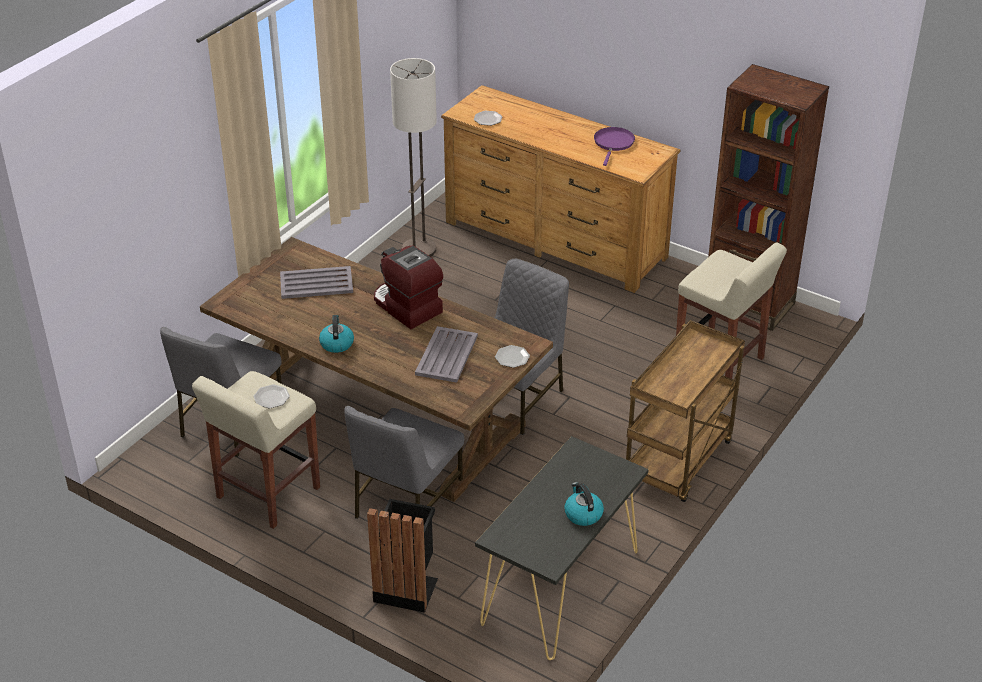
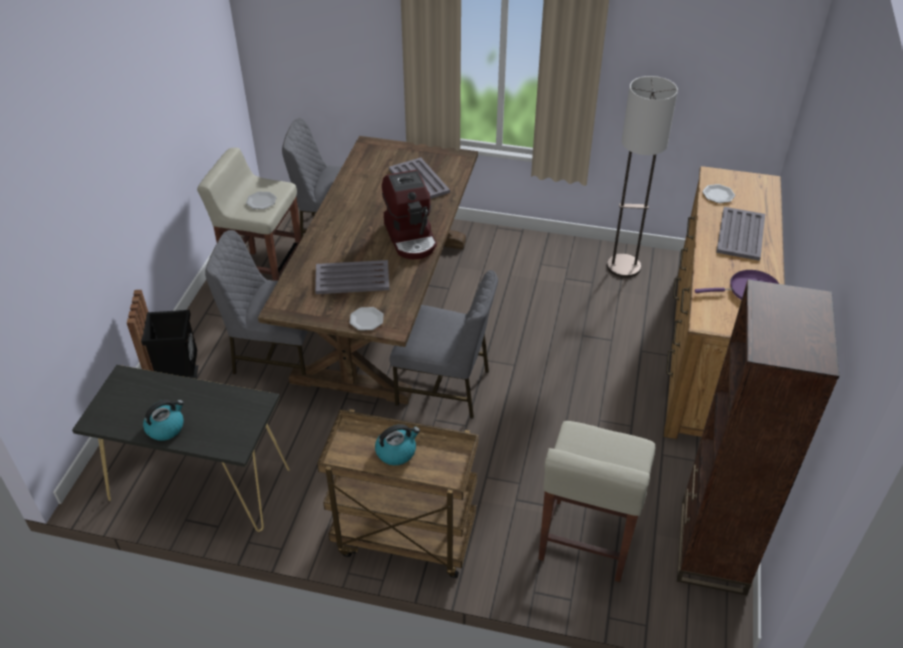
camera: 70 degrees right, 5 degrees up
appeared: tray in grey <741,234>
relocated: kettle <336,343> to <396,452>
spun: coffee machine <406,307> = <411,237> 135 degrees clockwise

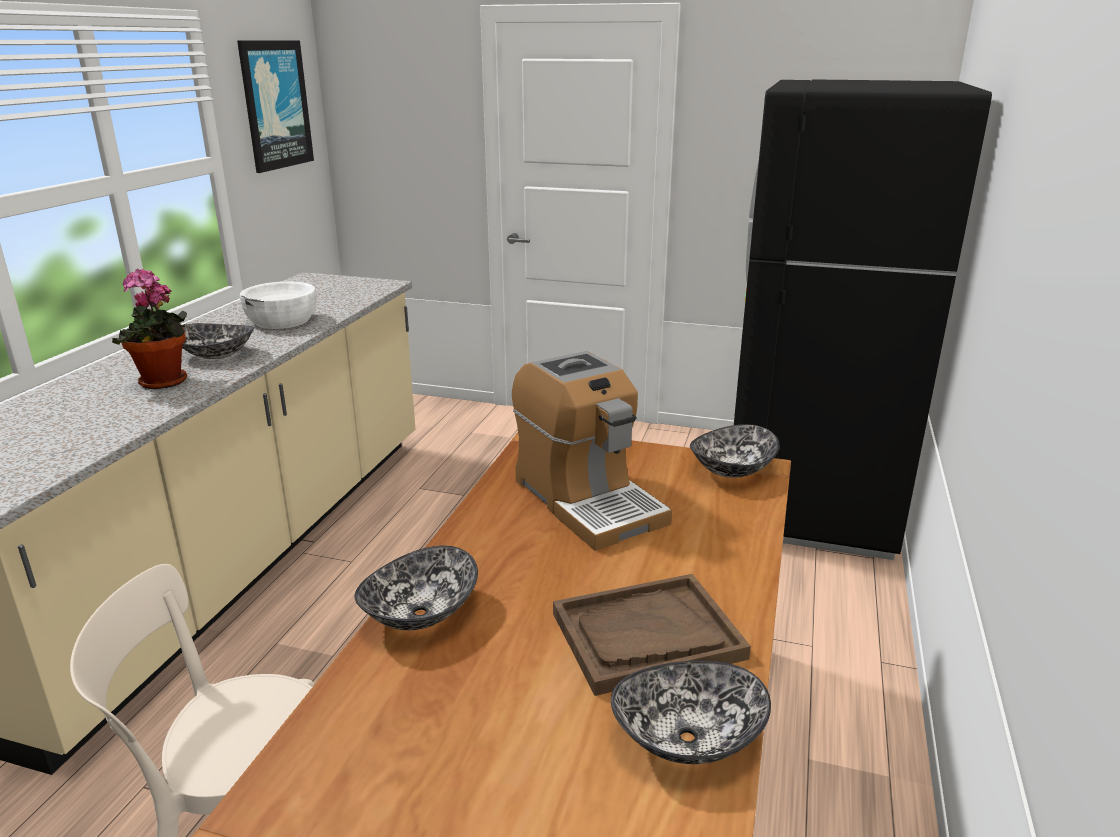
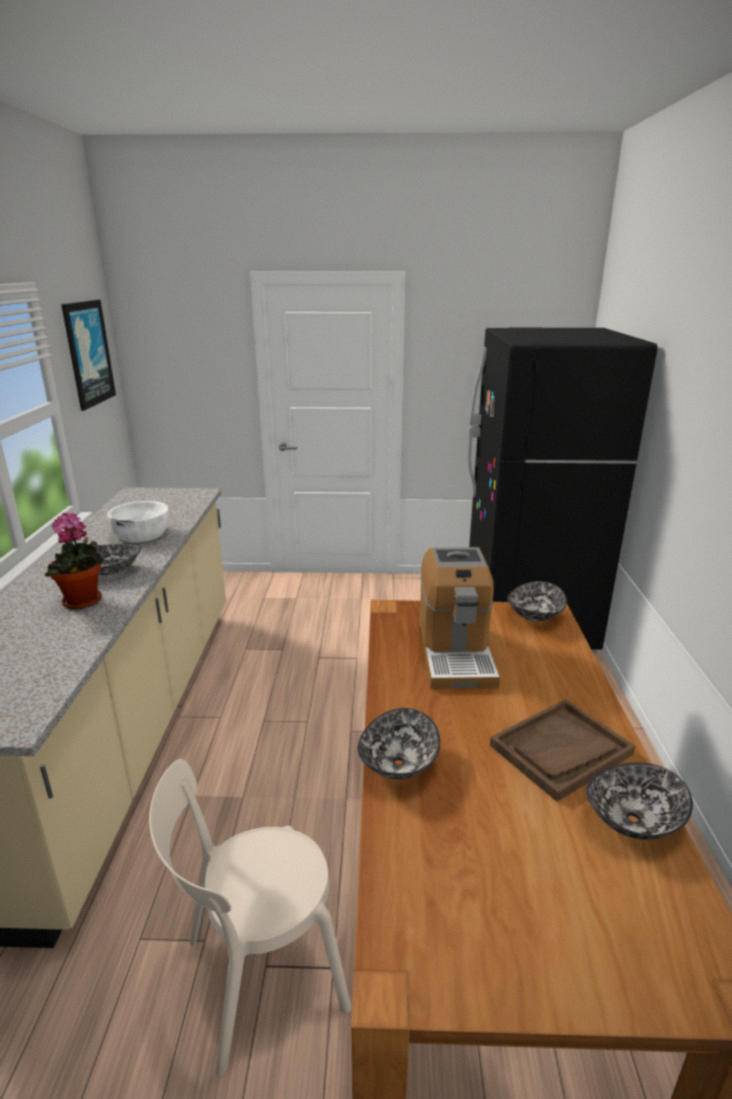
camera: 15 degrees left, 0 degrees up
spun: coffee machine <587,500> = <455,653> 45 degrees clockwise

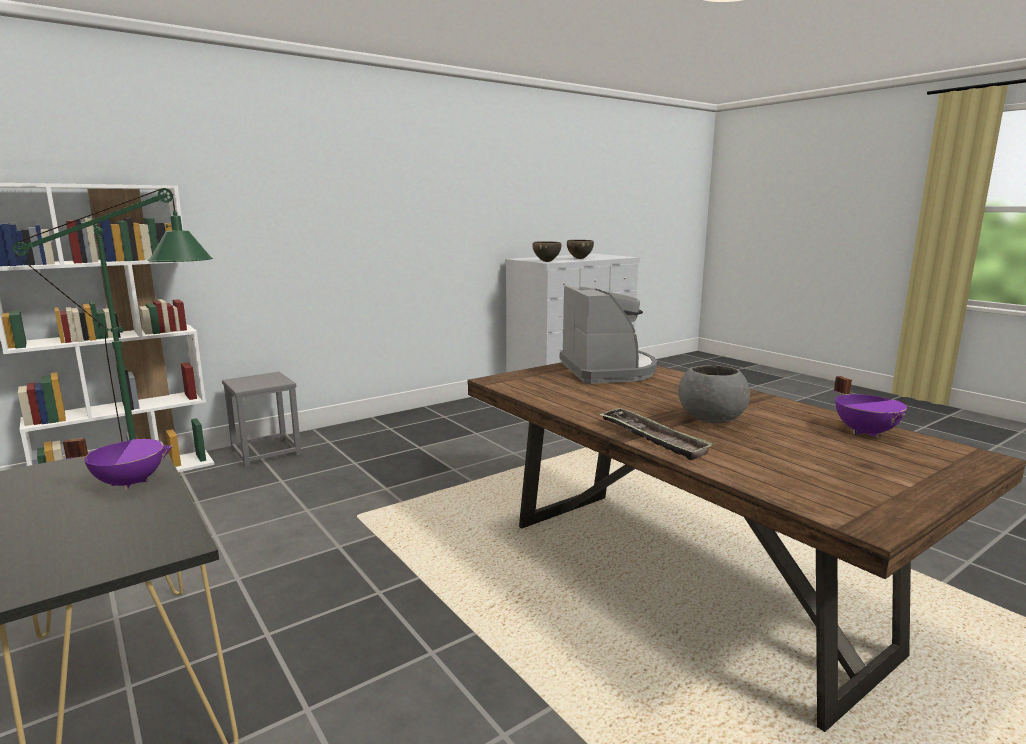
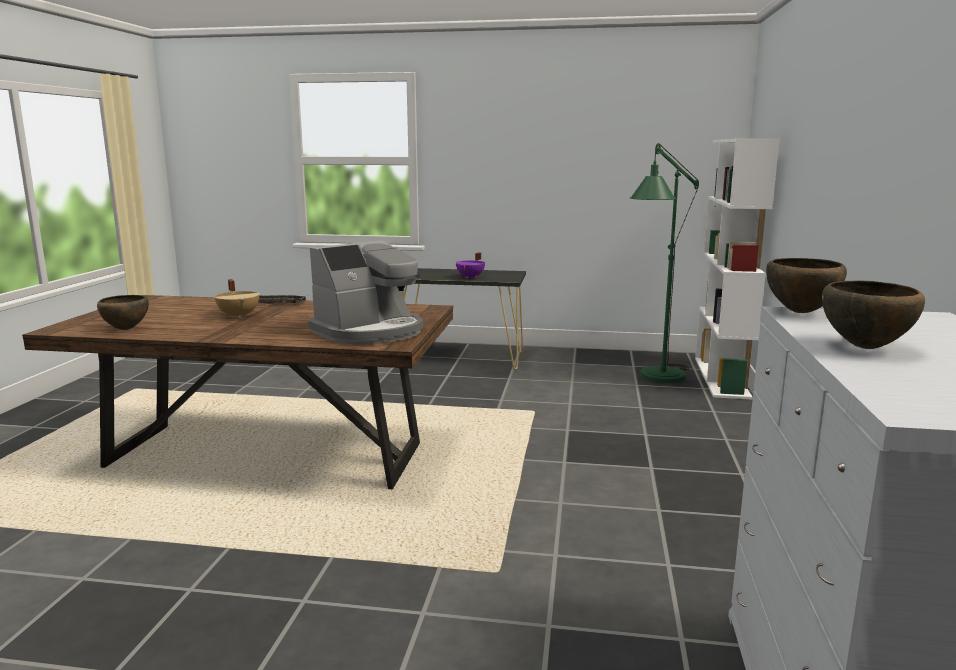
camera: 135 degrees right, 0 degrees up
missing: stool in grey <266,453>
exchanged: bowl in grey <710,421> to cooking pot in beige <239,316>; cooking pot in purple <866,432> to bowl in brown <126,329>
spun: coffee machine <608,370> = <370,332> 75 degrees counterclockwise

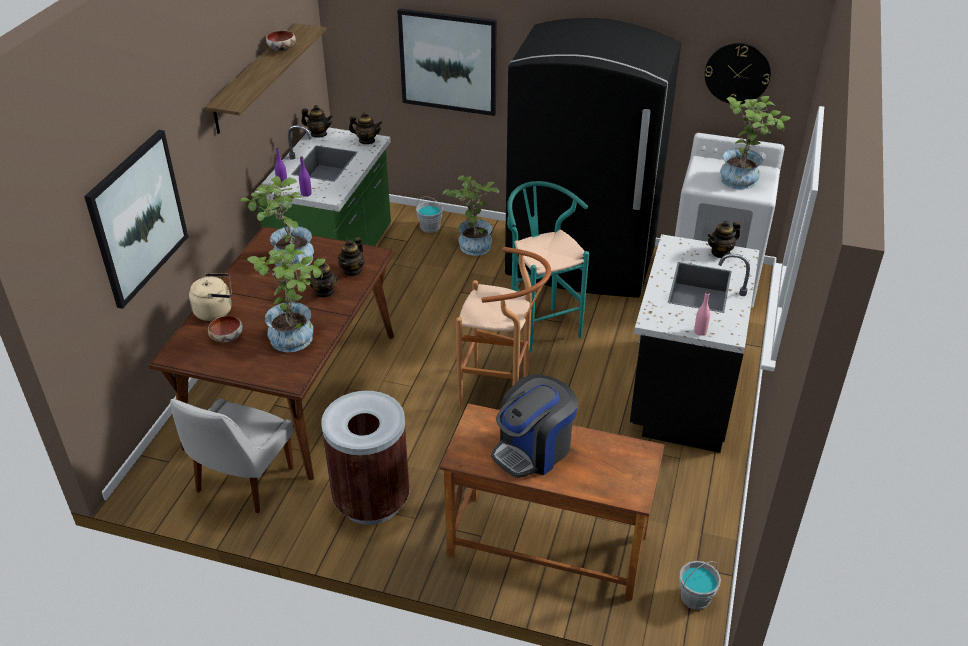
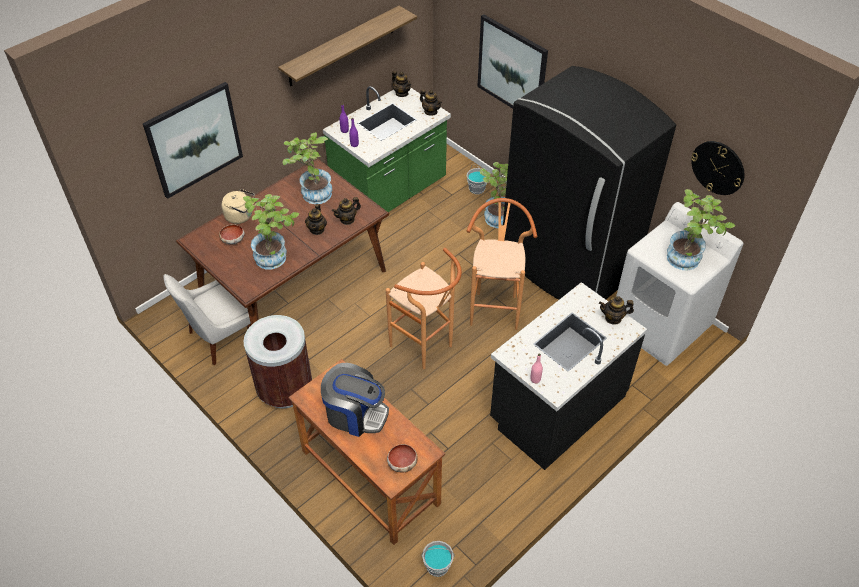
camera: 30 degrees right, 10 degrees up
relocated: bowl <282,49> to <402,463>
colour: stool in turquoise <541,325> to stool in brown <495,306>
spun: coffee machine <533,449> = <355,414> 150 degrees counterclockwise

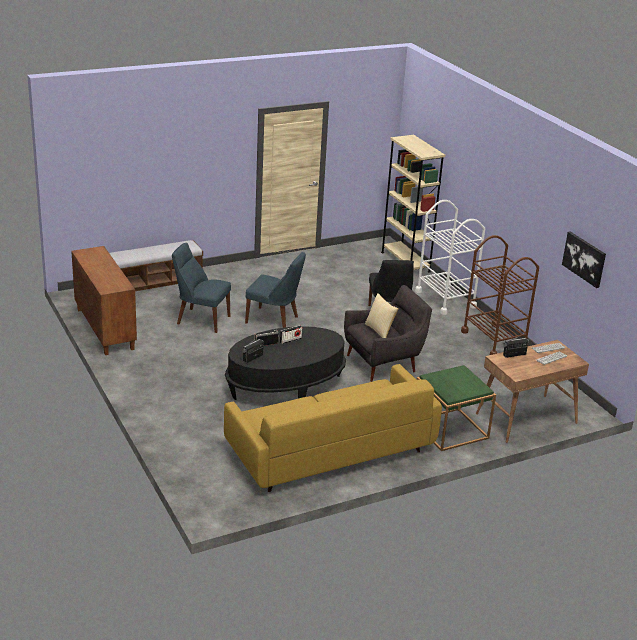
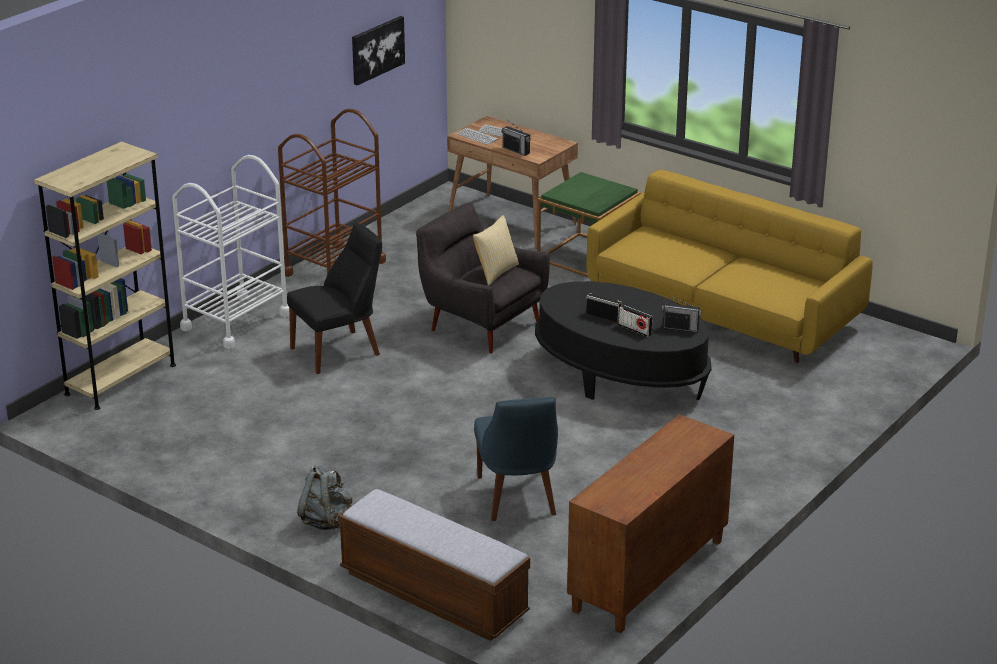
camera: 115 degrees left, 0 degrees up
missing: chair in blue <274,320>
appeared: backpack in grey <326,521>

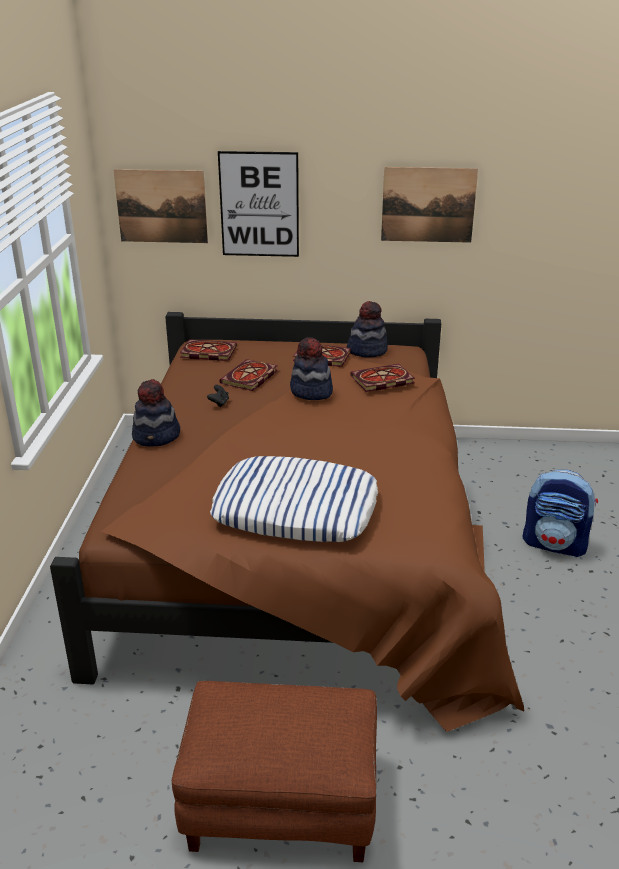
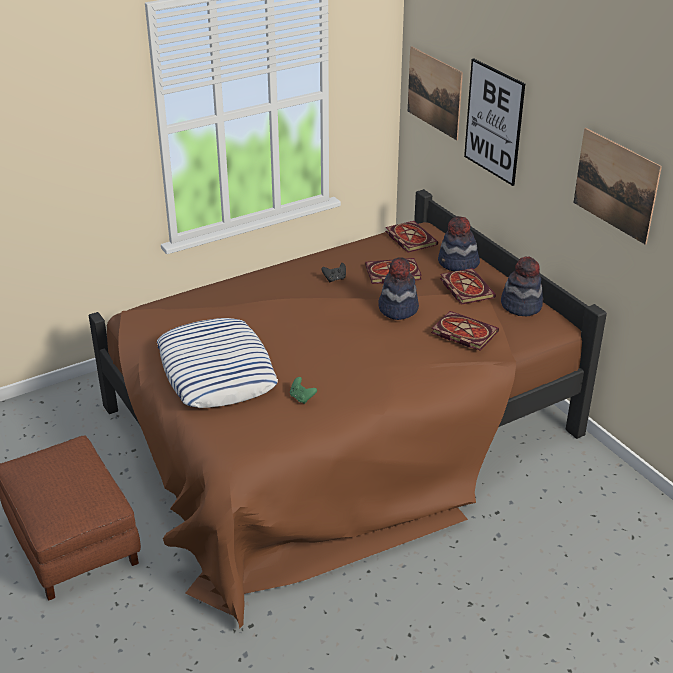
camera: 55 degrees right, 5 degrees up
missing: backpack <555,544>
appeared: game controller in green <302,398>
relocated: hat <157,436> to <458,264>

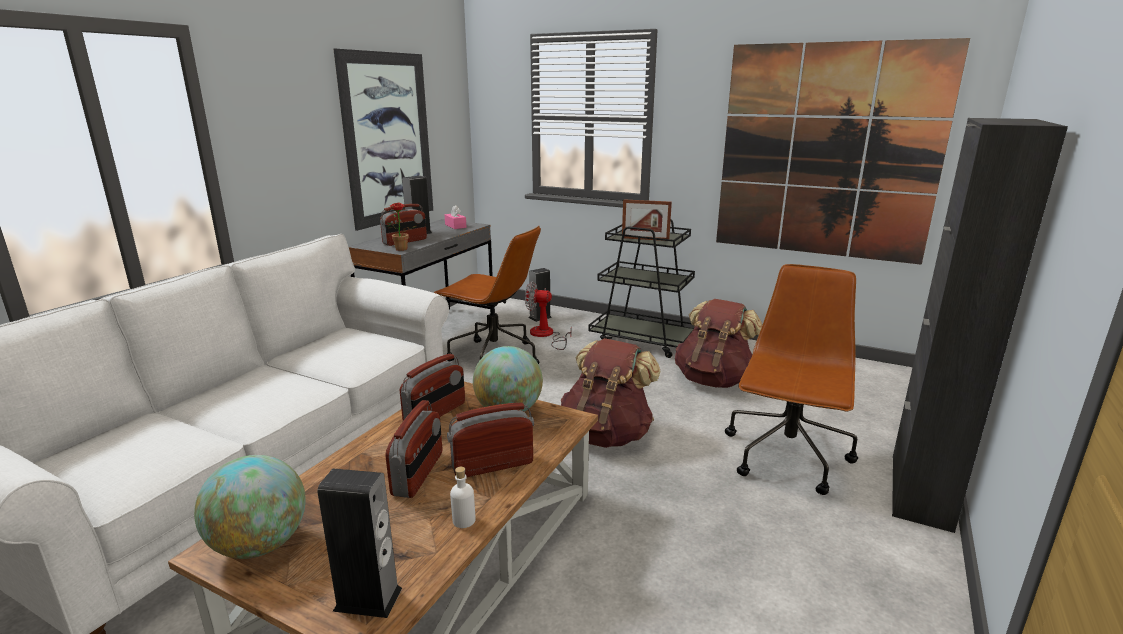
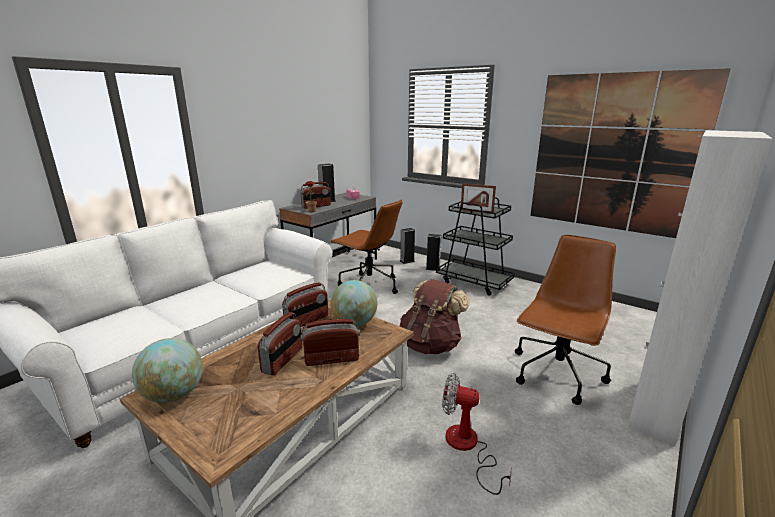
camera: 10 degrees right, 0 degrees up
missing: picture <388,139>; bottle in white <464,520>; backpack in brown <714,380>
relocated: speaker <368,599> to <433,268>; fan <545,335> to <467,447>
colour: cabinet in black <920,491> to cabinet in white <655,410>

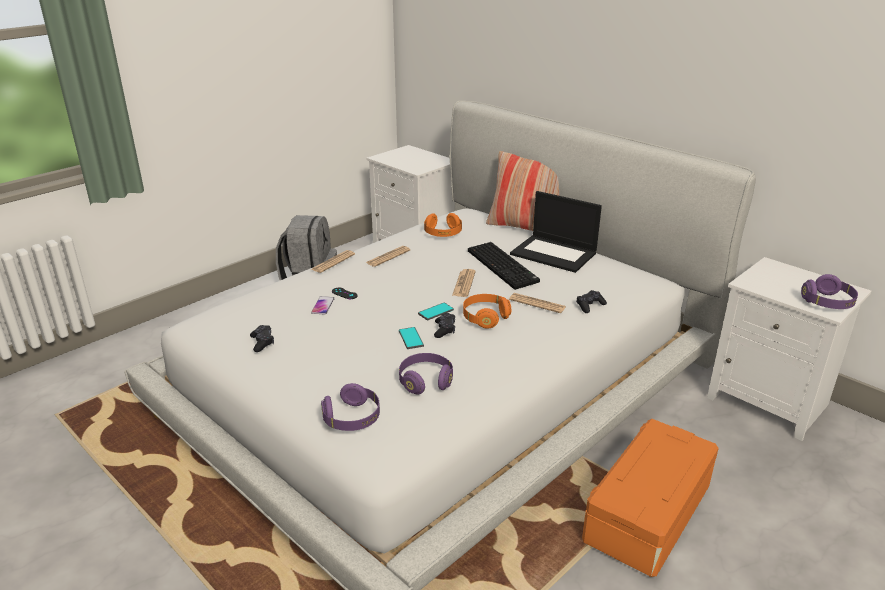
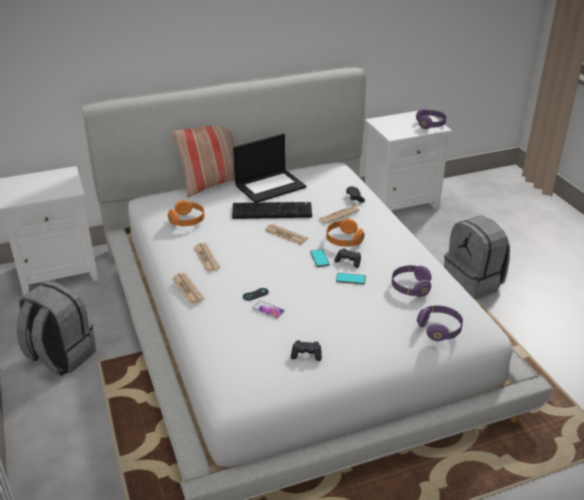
camera: 65 degrees left, 5 degrees up
exchanged: storage box in orange <649,515> to backpack in grey <473,283>

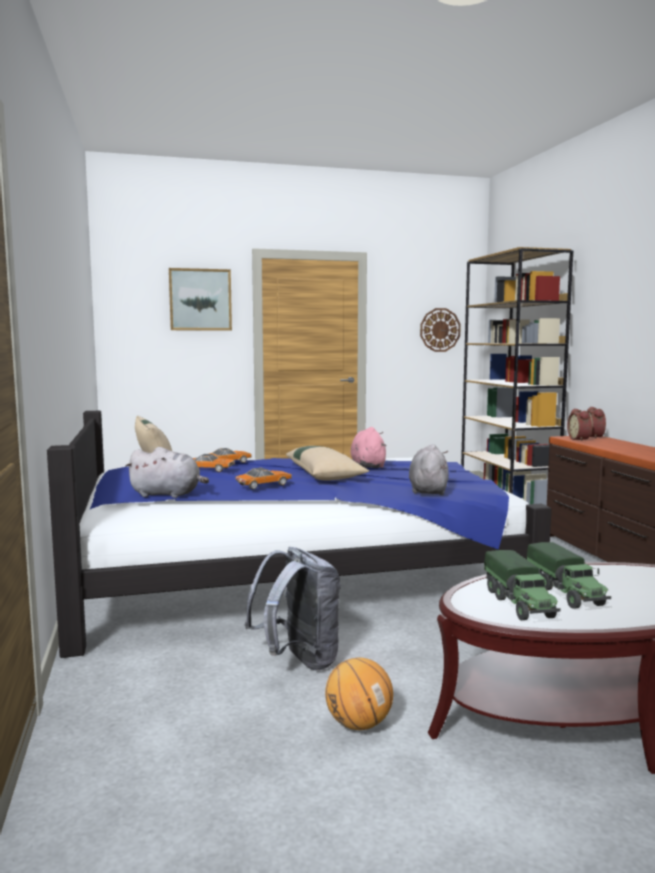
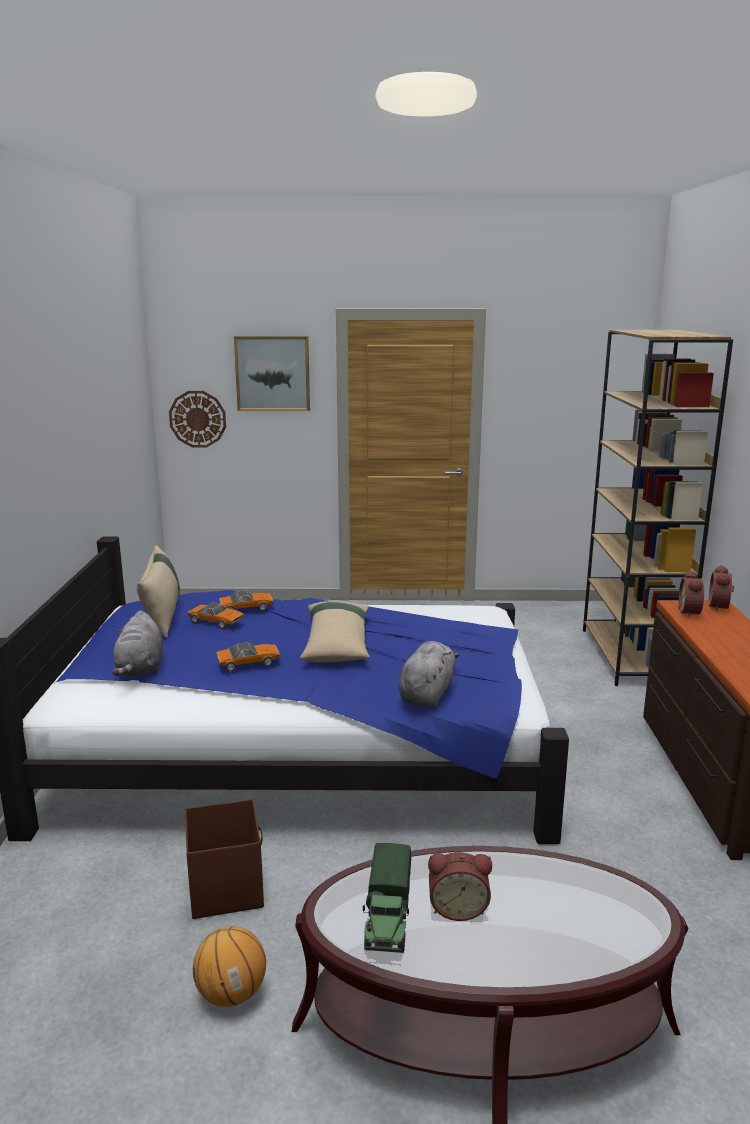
camera: 15 degrees right, 10 degrees up
missing: plush toy in pink <368,465>
relocated: wall clock <440,330> to <197,419>
exchanged: backpack in grey <298,661> to storage box in brown <226,888>; toy truck <566,593> to alarm clock <458,908>
spun: plush toy in grey <168,495> = <140,669> 60 degrees clockwise

